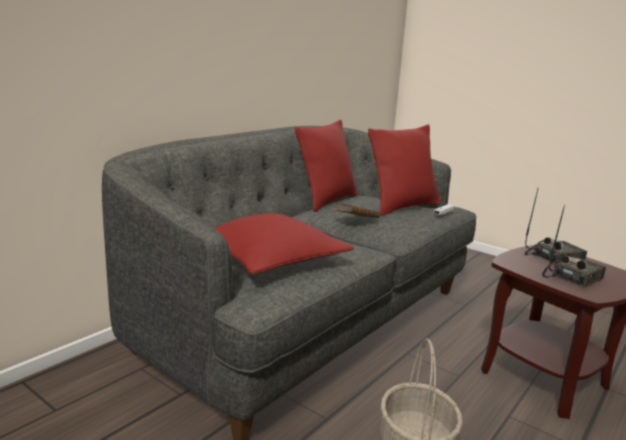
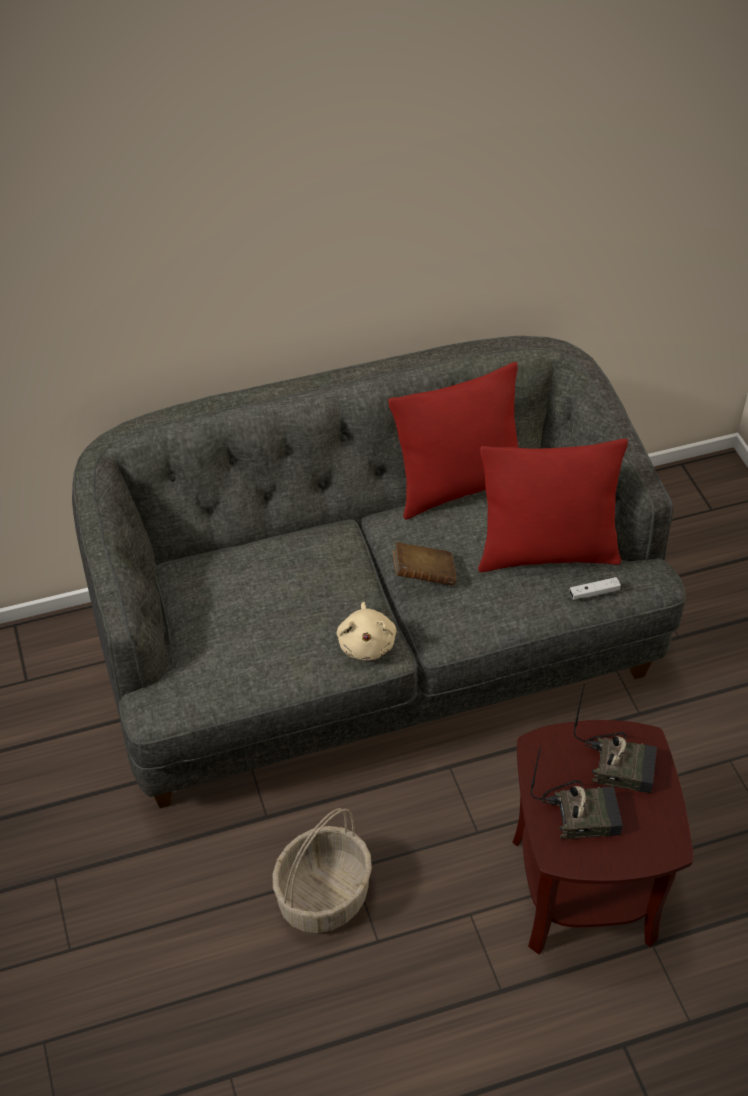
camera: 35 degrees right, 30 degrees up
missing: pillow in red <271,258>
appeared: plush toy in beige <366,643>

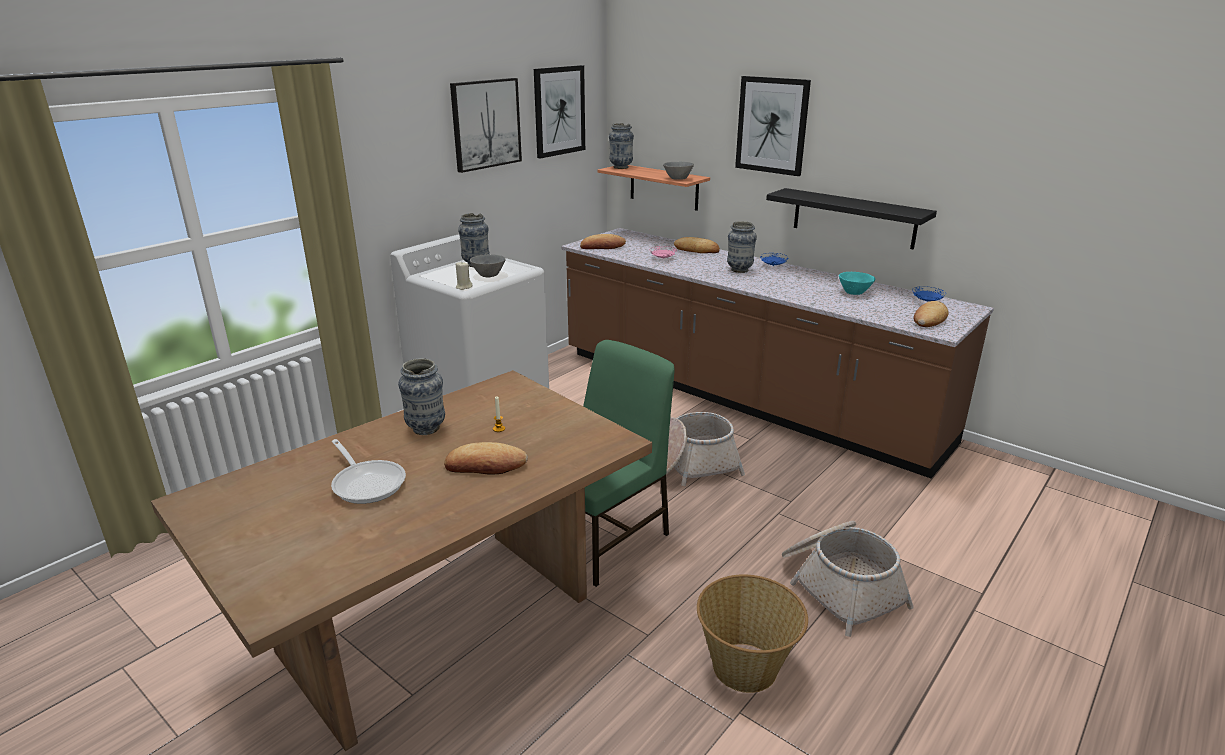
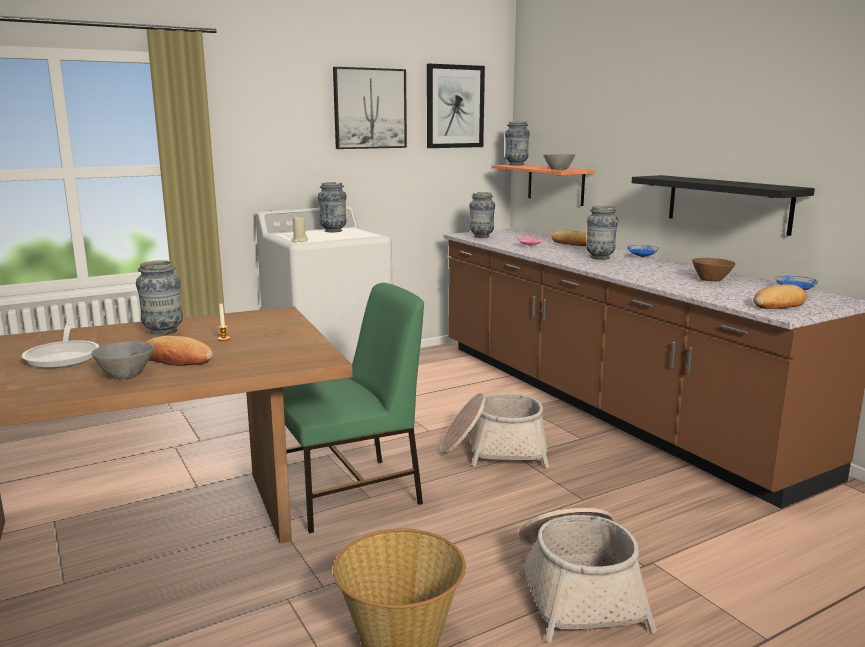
camera: 20 degrees right, 10 degrees down
missing: picture <772,125>
relocated: bowl in grey <489,274> to <127,374>
exchanged: bread <602,246> to vase <481,236>
colour: bowl in turquoise <855,292> to bowl in brown <712,280>

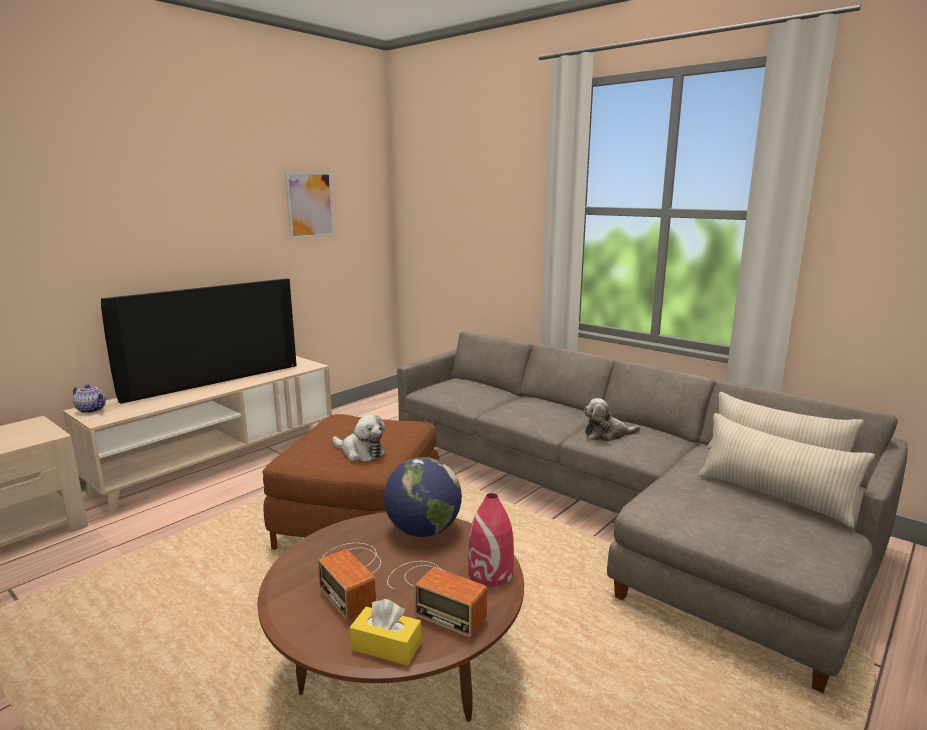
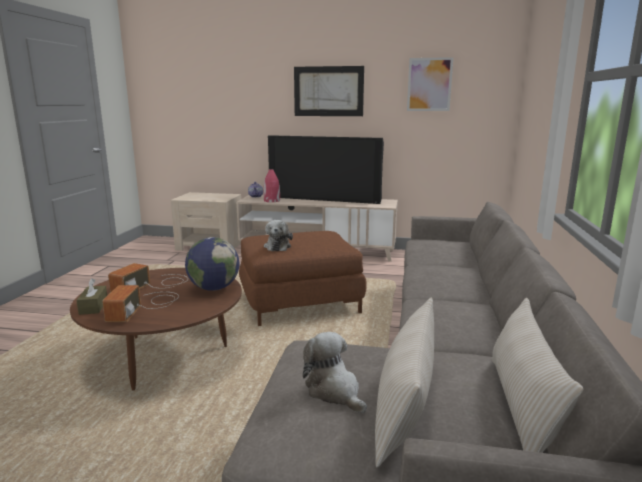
camera: 60 degrees right, 0 degrees up
appeared: picture <328,91>
relocated: vase in red <490,573> to <271,200>; plush toy <607,434> to <334,391>
colour: tissue box in yellow <386,646> to tissue box in brown <93,306>

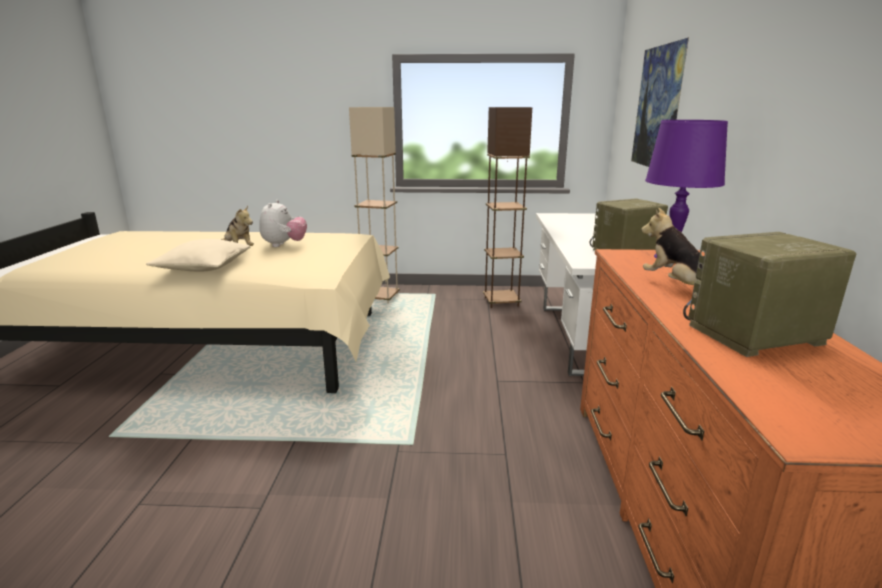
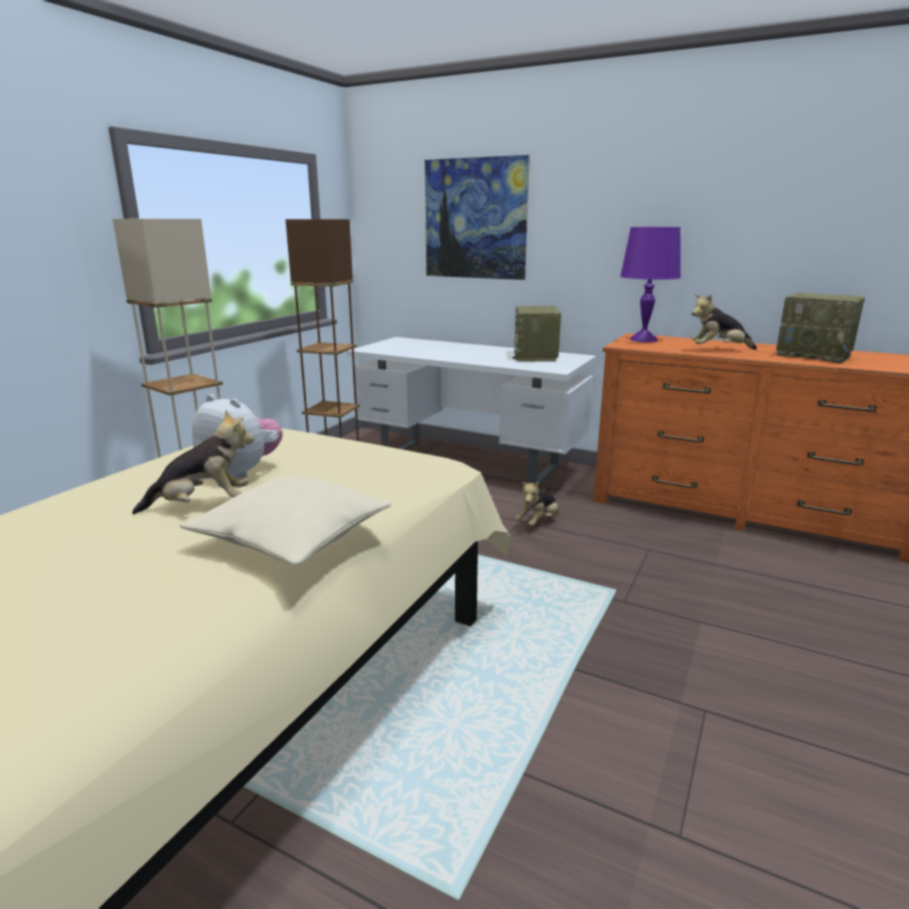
camera: 65 degrees left, 0 degrees up
appeared: plush toy <538,522>
spun: radio <754,335> = <815,355> 60 degrees counterclockwise

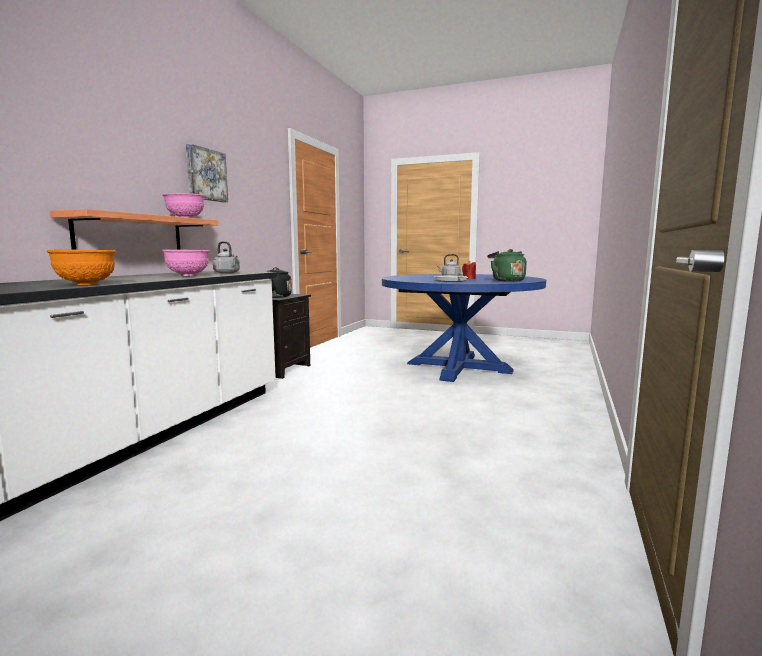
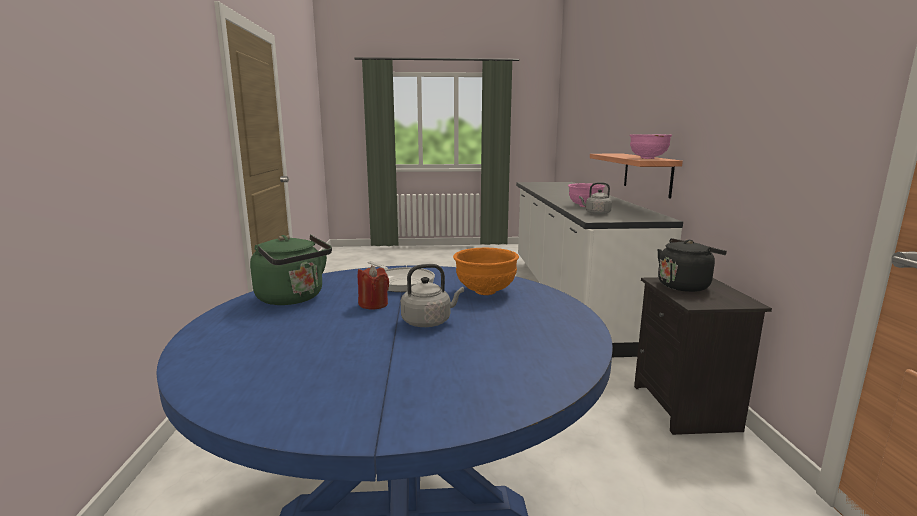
camera: 155 degrees right, 5 degrees up
missing: picture <205,175>
relocated: bowl in orange <86,284> to <484,291>

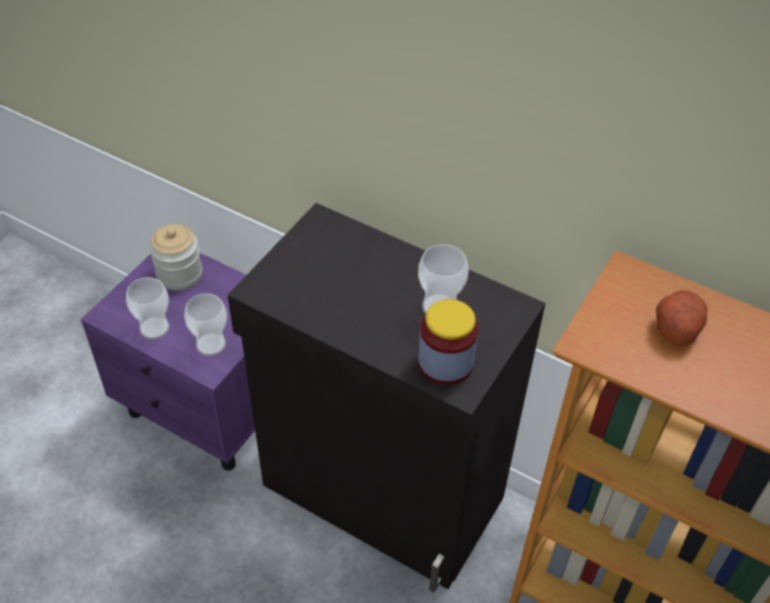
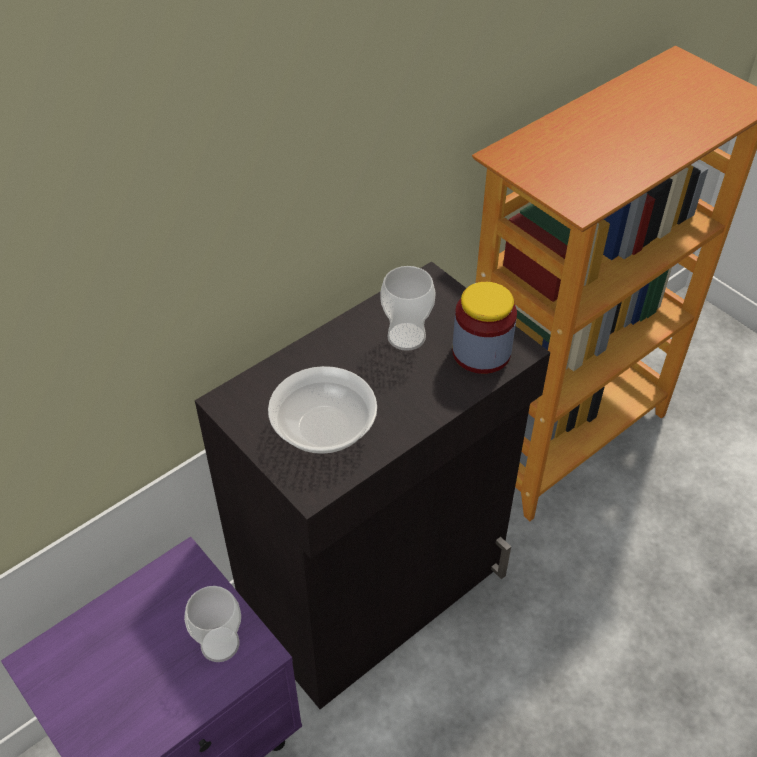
camera: 70 degrees left, 0 degrees up
missing: cup <154,328>; jar <179,274>; potato <676,328>
appeared: bowl <324,427>

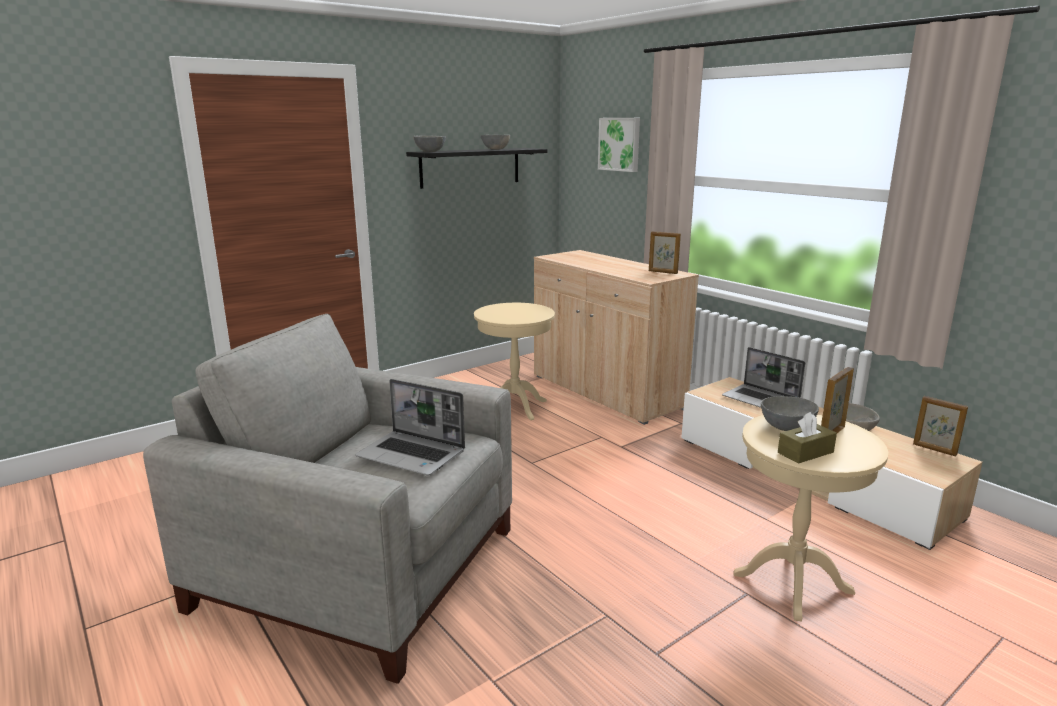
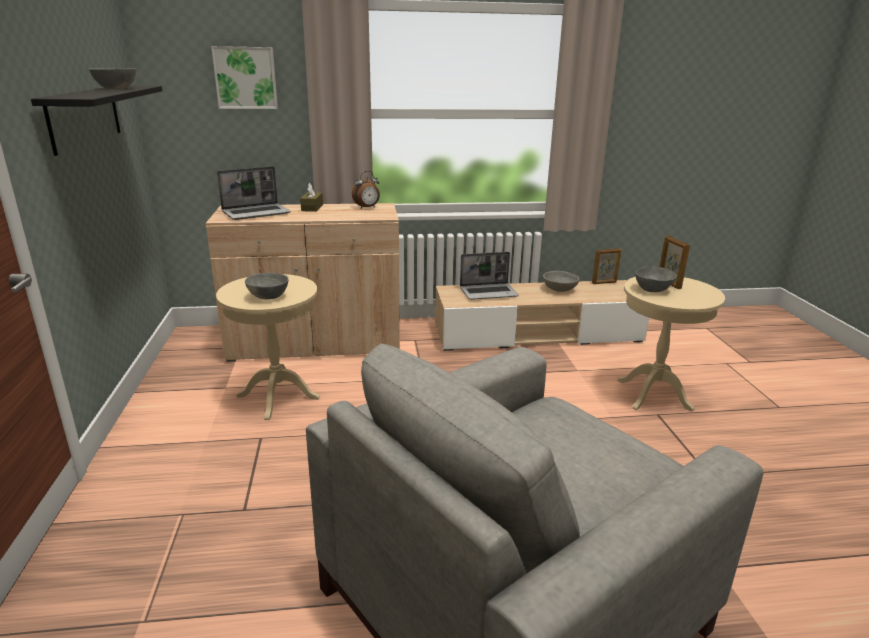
camera: 60 degrees left, 5 degrees up
relocated: laptop <413,455> to <257,213>; bowl in grey <430,151> to <267,297>; tissue box in brown <805,452> to <312,208>
exchanged: picture frame <662,272> to alarm clock <367,207>

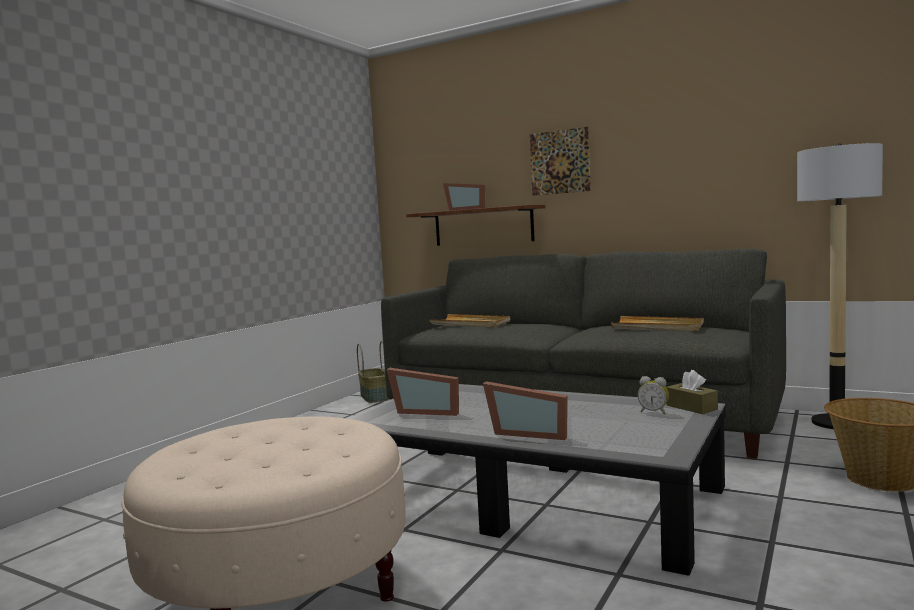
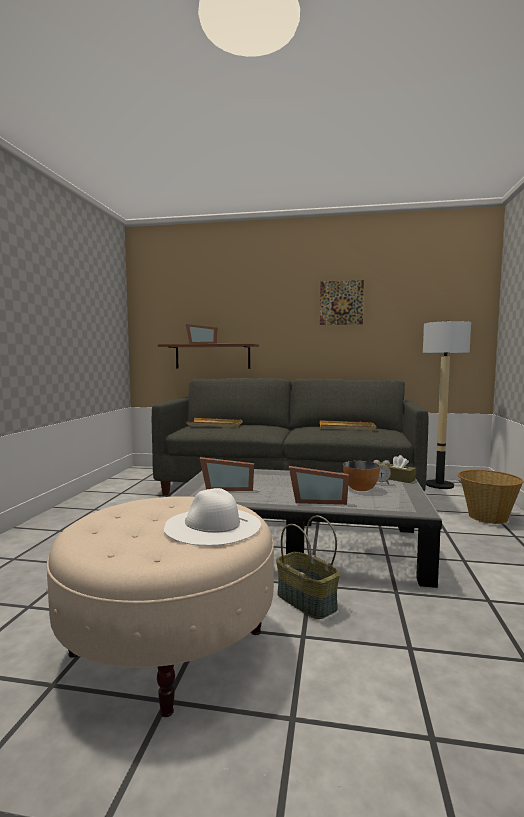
camera: 20 degrees left, 0 degrees up
appeared: hat in white <212,525>; bowl <360,489>
relocated: basket <373,397> to <305,601>; picture <559,162> to <341,302>

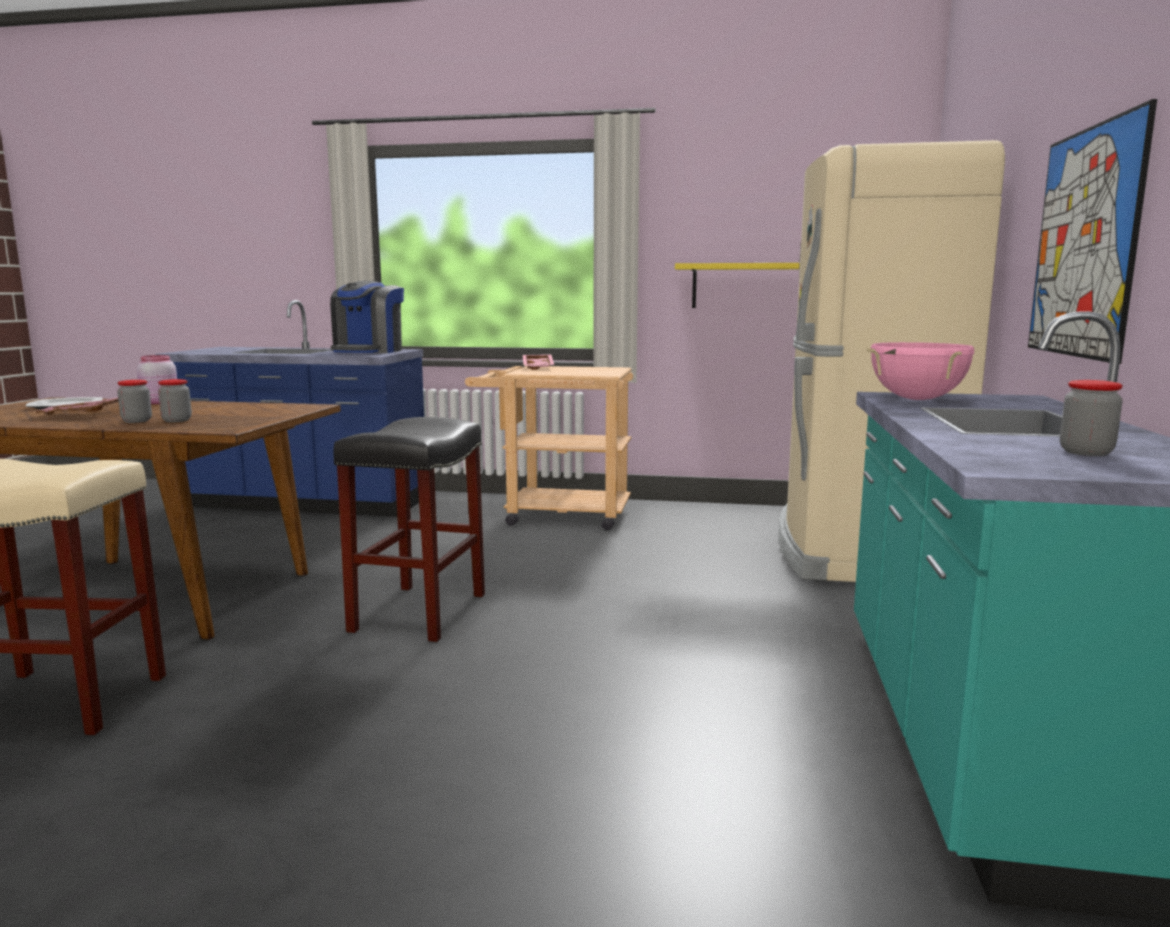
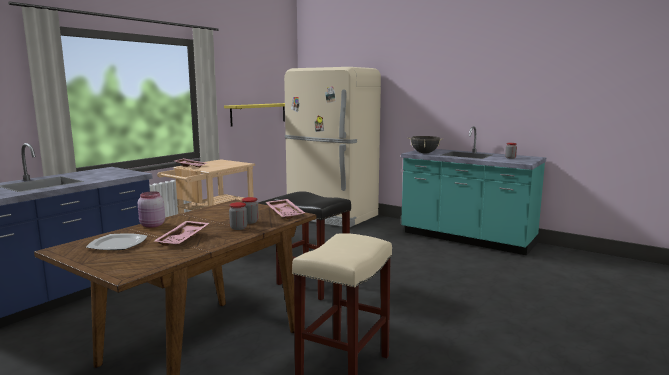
camera: 65 degrees left, 0 degrees up
missing: coffee machine <368,351>; picture <1084,243>
appeared: tray in pink <285,213>
colour: cooking pot in pink <917,399> to cooking pot in black <424,153>

